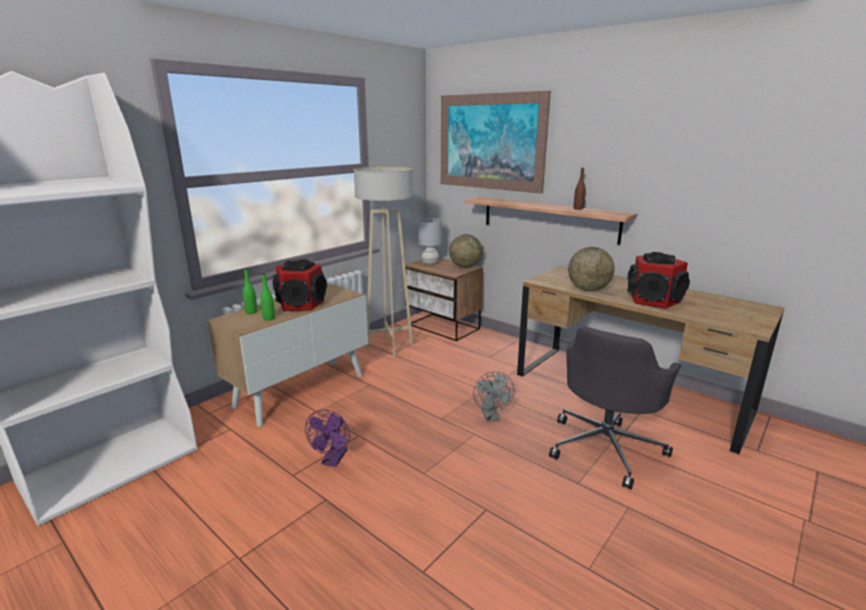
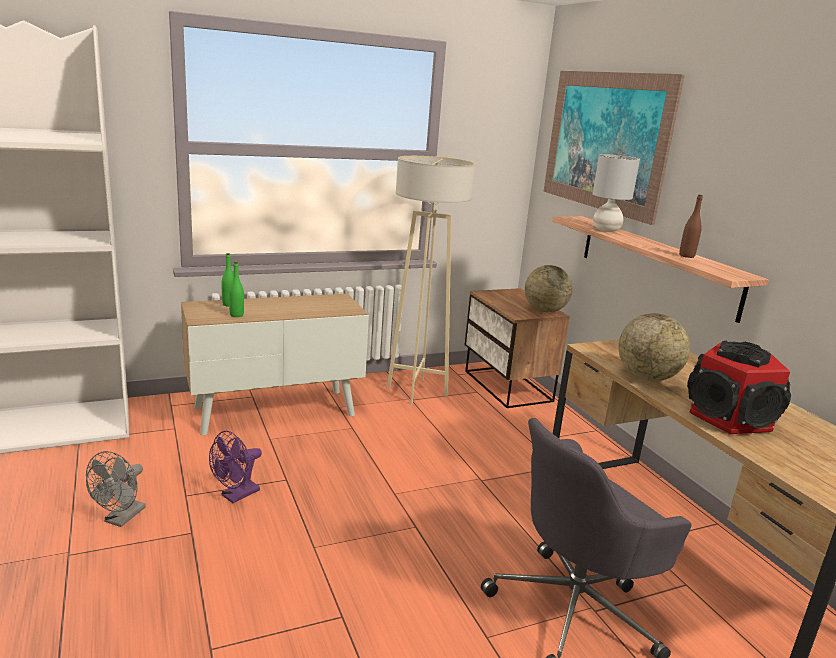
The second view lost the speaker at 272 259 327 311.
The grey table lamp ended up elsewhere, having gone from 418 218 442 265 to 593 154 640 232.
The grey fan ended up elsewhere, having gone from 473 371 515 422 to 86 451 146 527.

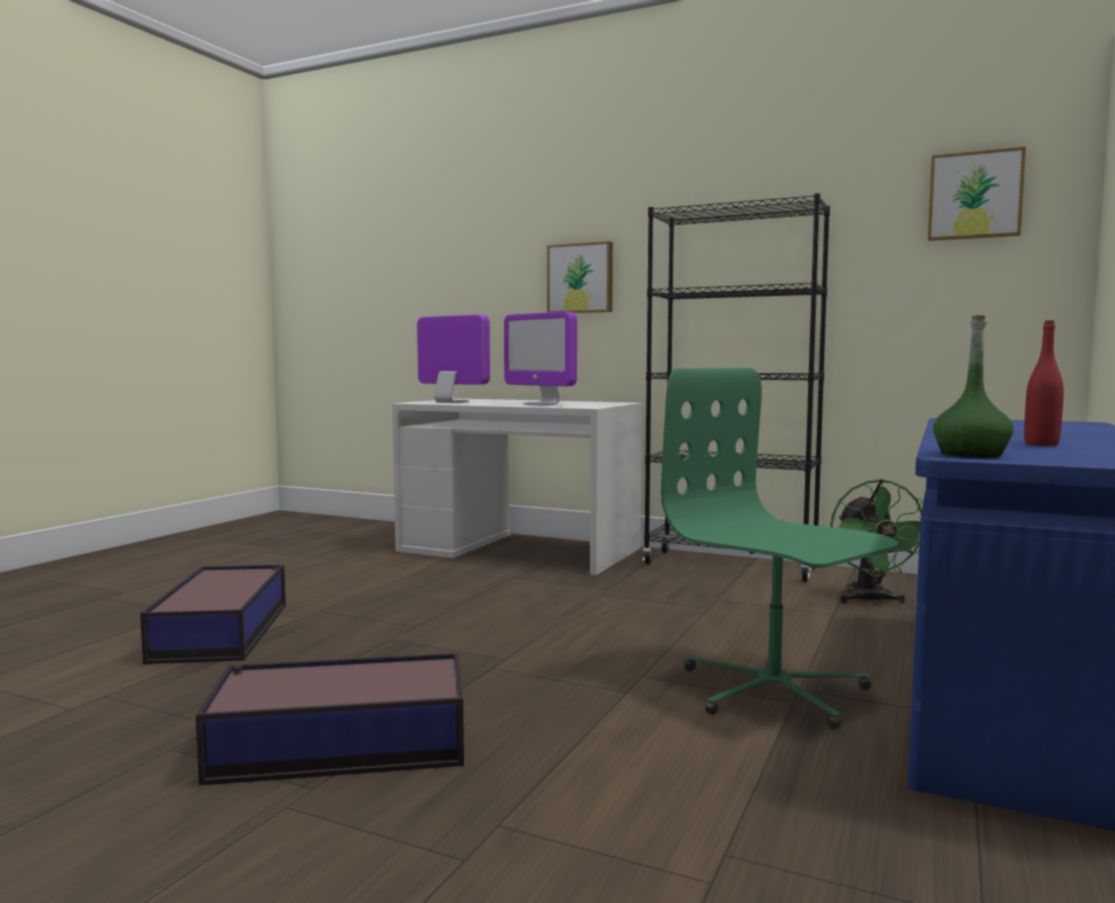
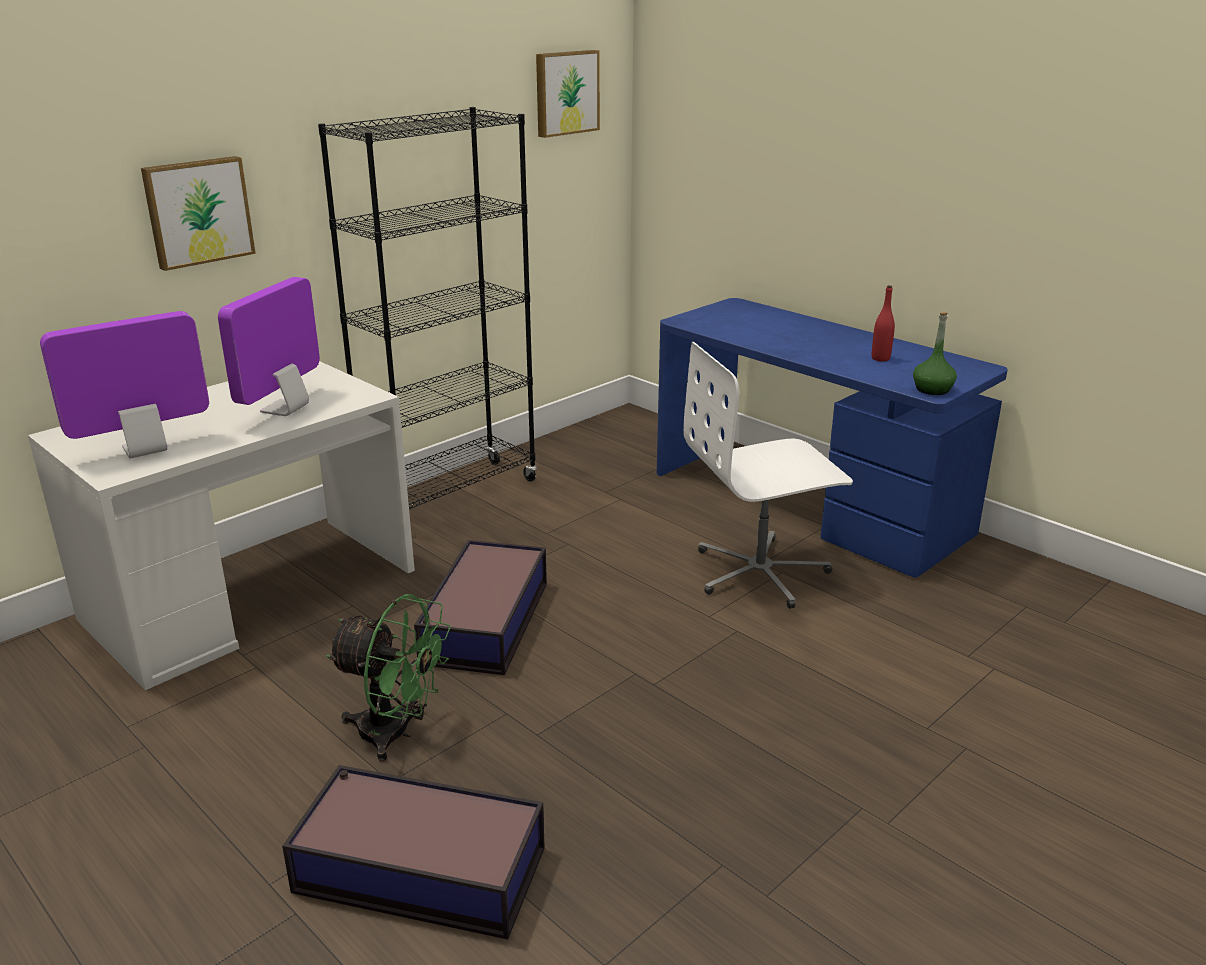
The storage box ended up elsewhere, having gone from 196 653 464 786 to 414 540 547 675.
The monitor at 504 312 577 405 ended up facing another way, 135 degrees clockwise from before.
What was the green office chair at 661 368 898 729 turned into the white office chair at 683 342 853 609.
The green fan ended up elsewhere, having gone from 830 479 924 604 to 326 594 451 761.

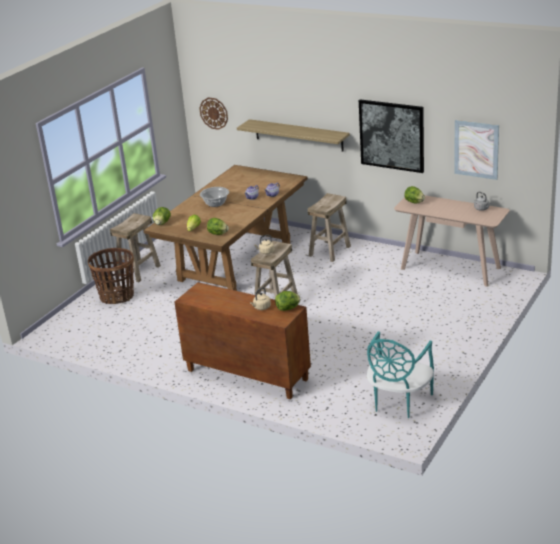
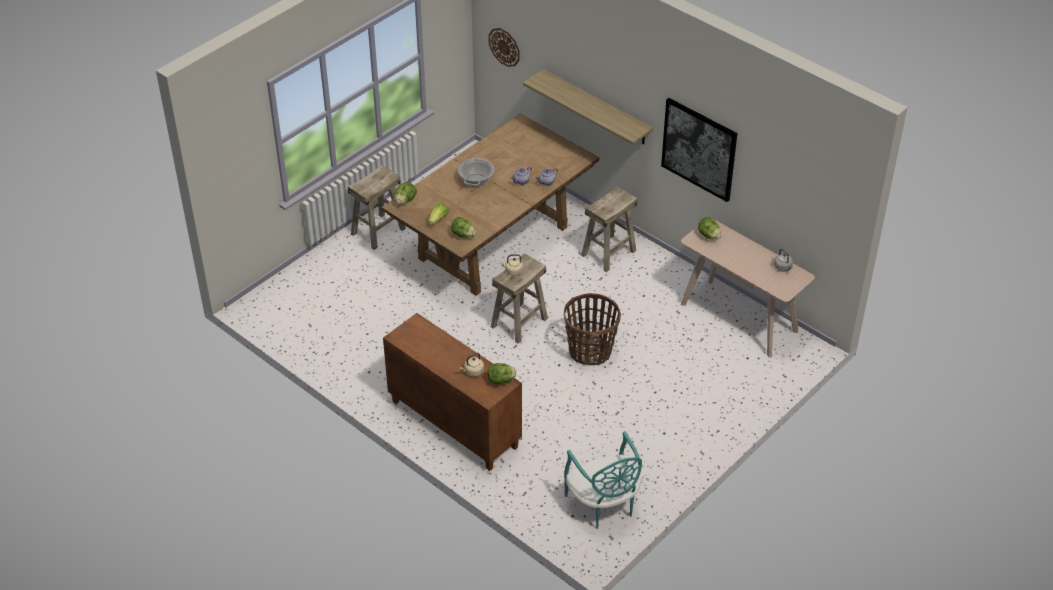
The basket ended up elsewhere, having gone from 88 248 134 304 to 564 293 621 365.
The turquoise chair at 367 332 434 418 ended up facing another way, 60 degrees counterclockwise from before.
The second view lost the picture at 454 120 499 180.

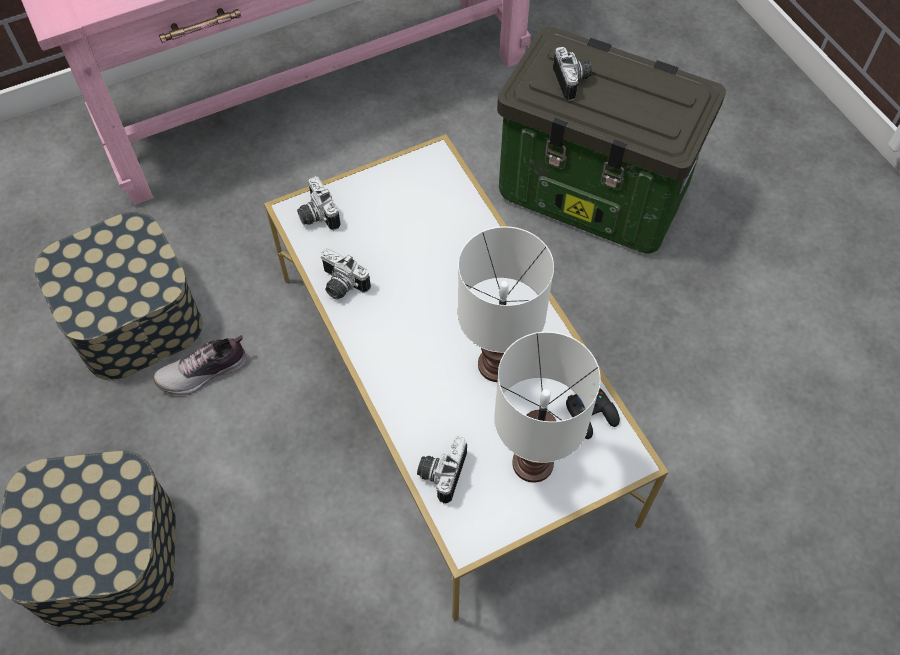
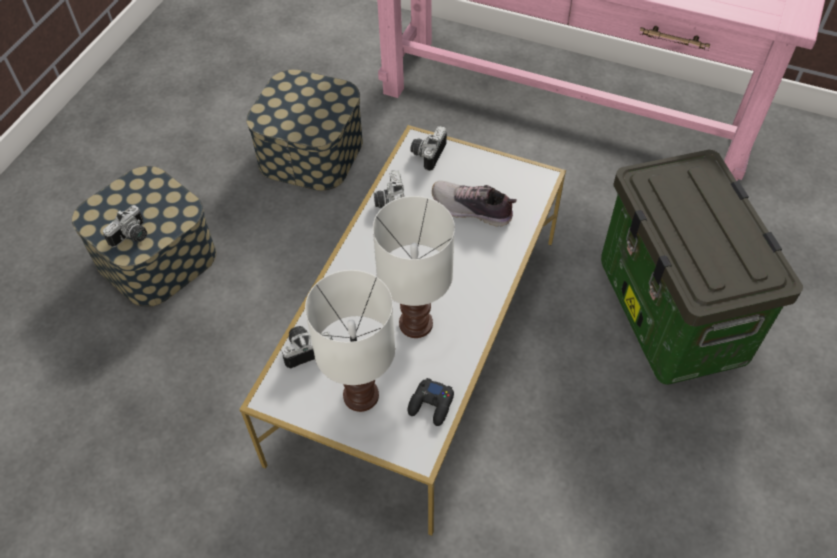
The shoe ended up elsewhere, having gone from 153 335 246 395 to 432 181 517 227.
The photo camera ended up elsewhere, having gone from 553 47 592 101 to 103 205 147 247.

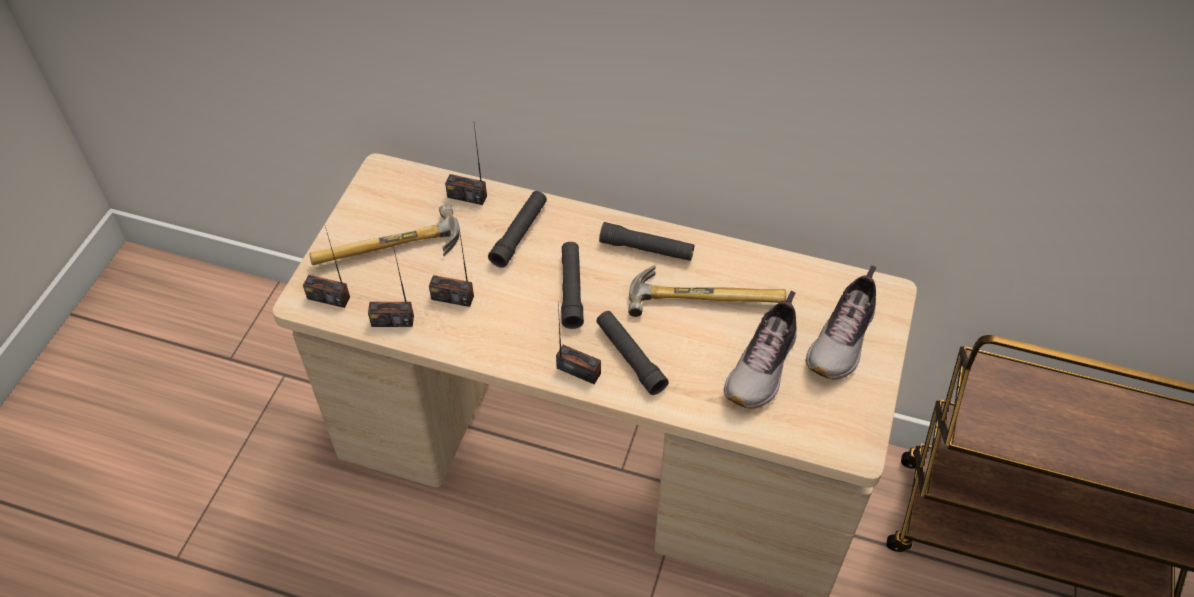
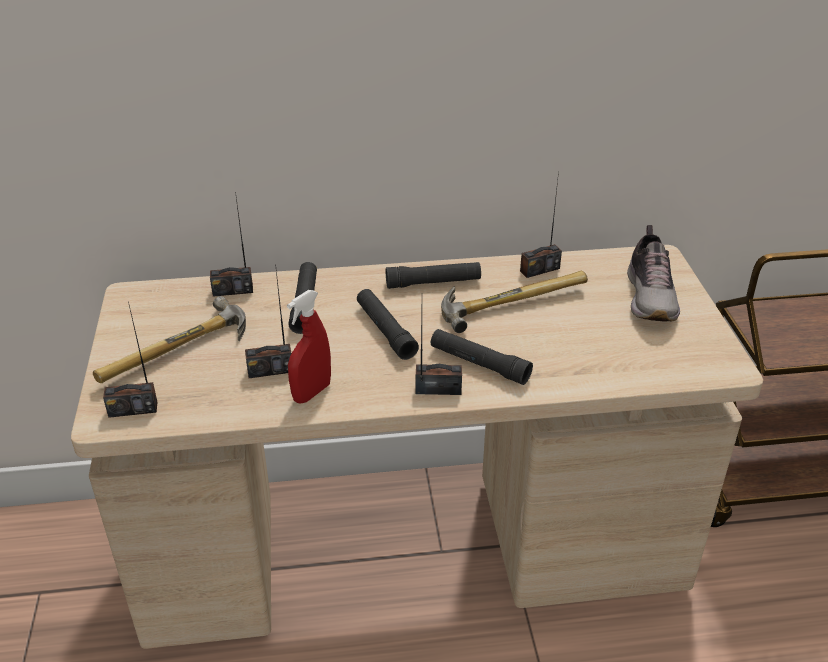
The radio ended up elsewhere, having gone from 368 246 414 327 to 520 172 562 278.
The second view lost the shoe at 724 291 797 409.
The second view gained the red spray bottle at 287 290 331 404.

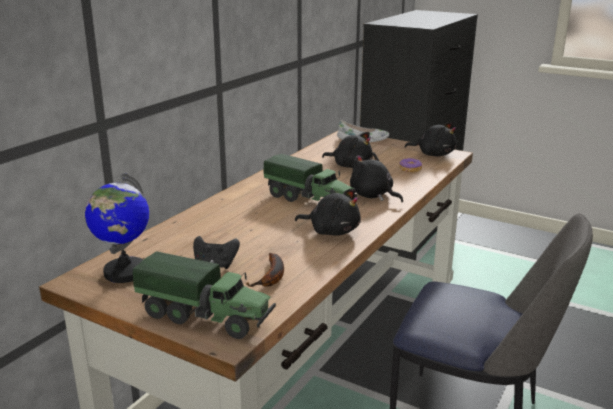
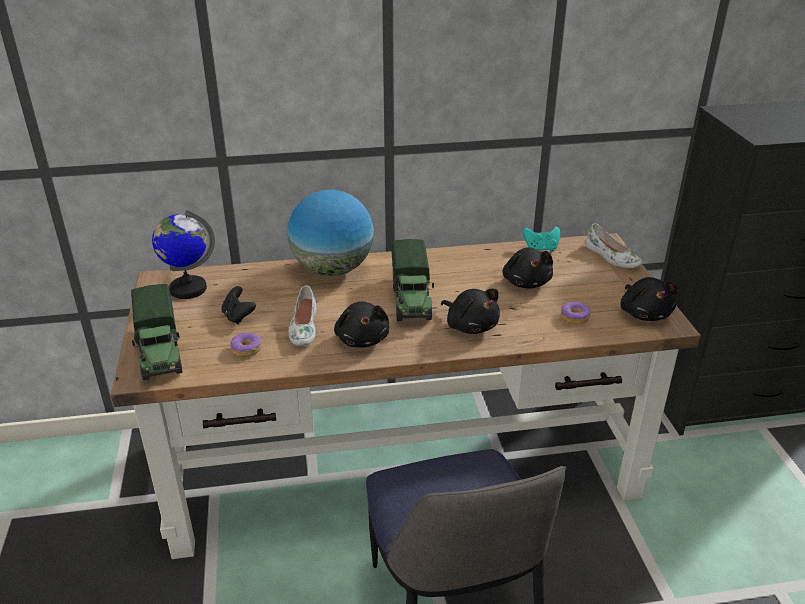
Where the banana stood at 247 253 284 287, the donut came to stand at 230 333 261 357.
The black plush toy at 350 152 403 202 ended up facing another way, 135 degrees clockwise from before.
The second view gained the globe at 287 190 374 276.
The second view gained the white shoe at 288 285 316 345.
The second view gained the turquoise game controller at 523 227 560 252.

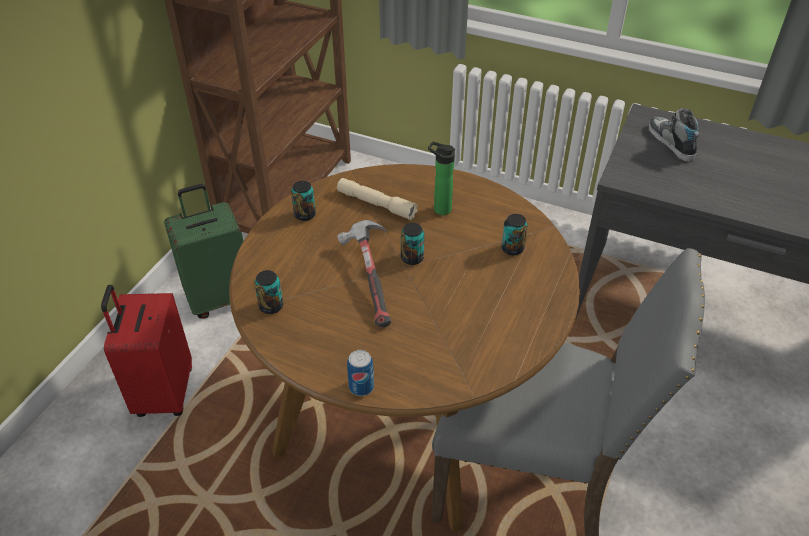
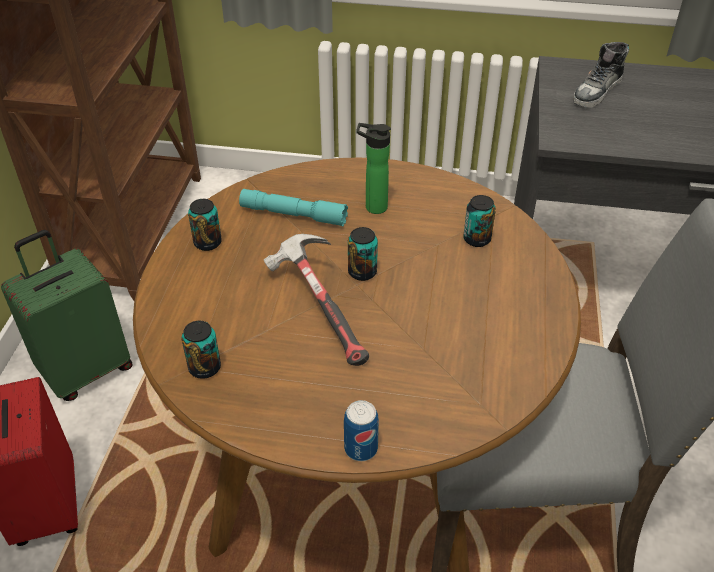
What was the beige flashlight at 337 178 418 220 turned into the turquoise flashlight at 239 189 348 226.
The shoe at 649 108 699 162 ended up facing another way, 105 degrees counterclockwise from before.

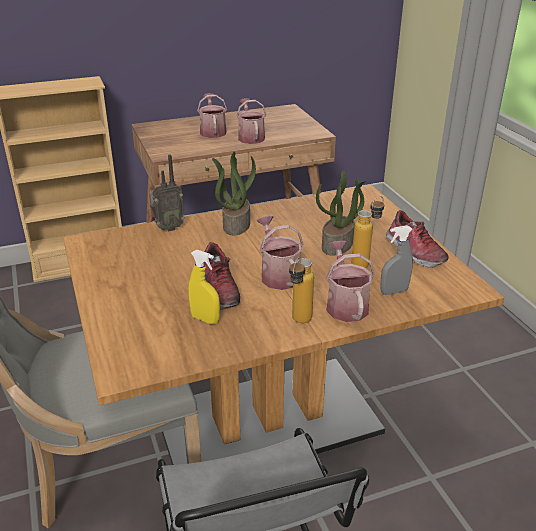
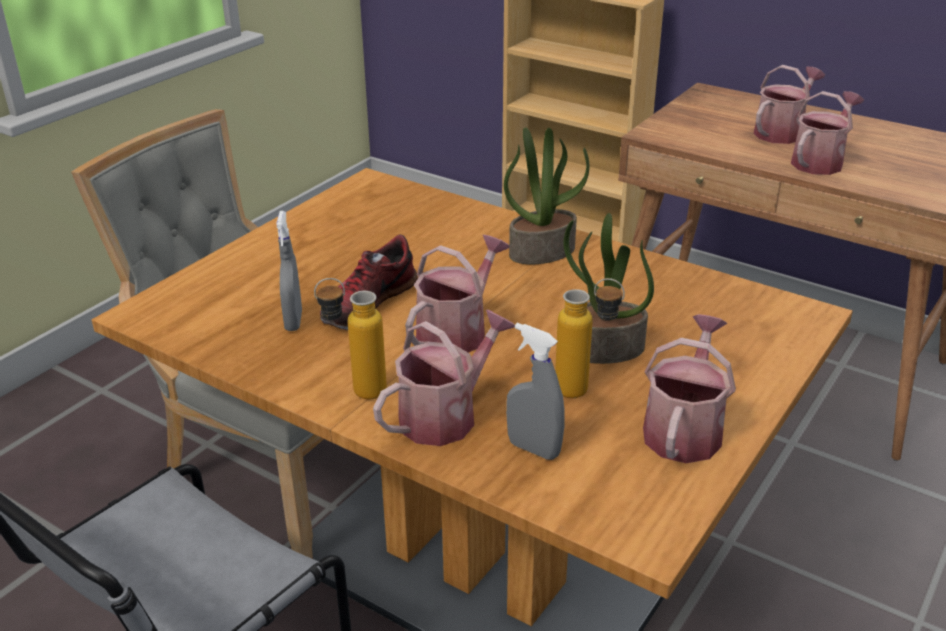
The second view lost the radio at 150 155 185 231.
What was the yellow spray bottle at 189 250 220 324 turned into the grey spray bottle at 276 211 302 331.
Where the shoe stood at 386 210 449 268, the watering can came to stand at 643 314 736 463.

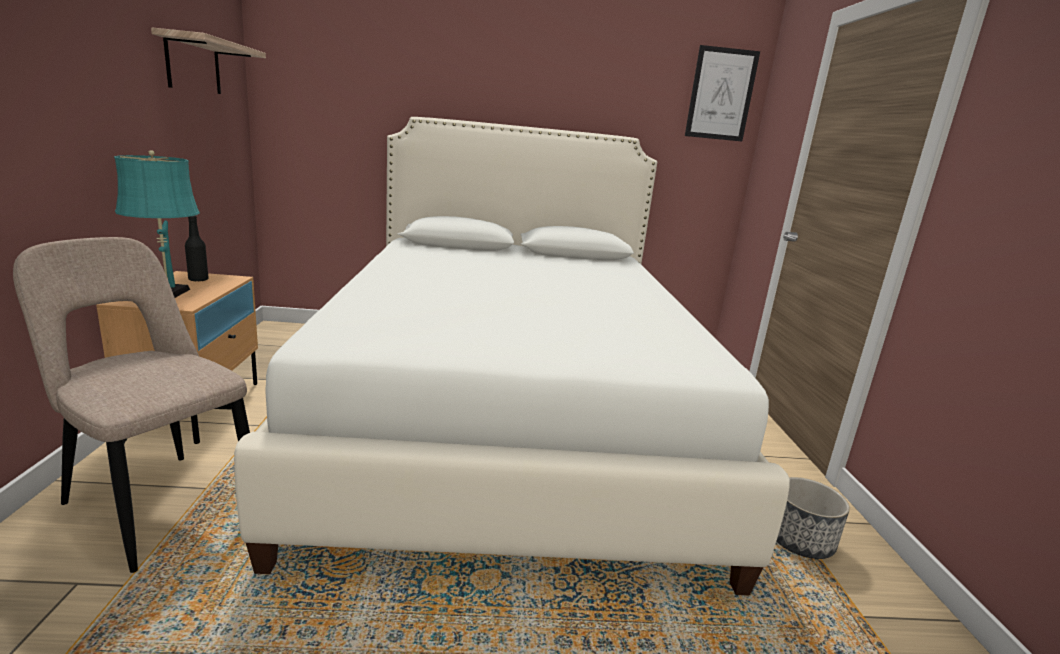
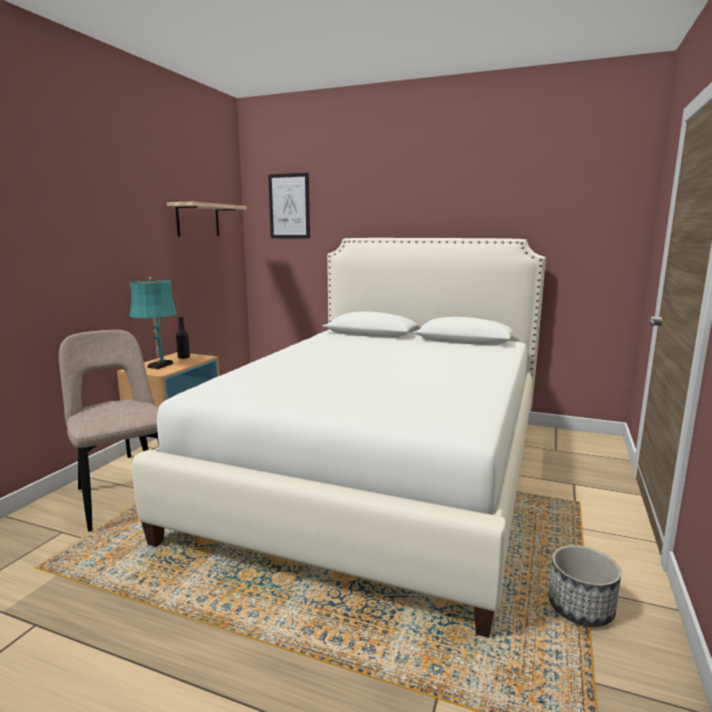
The picture ended up elsewhere, having gone from 685 45 760 141 to 268 173 310 238.

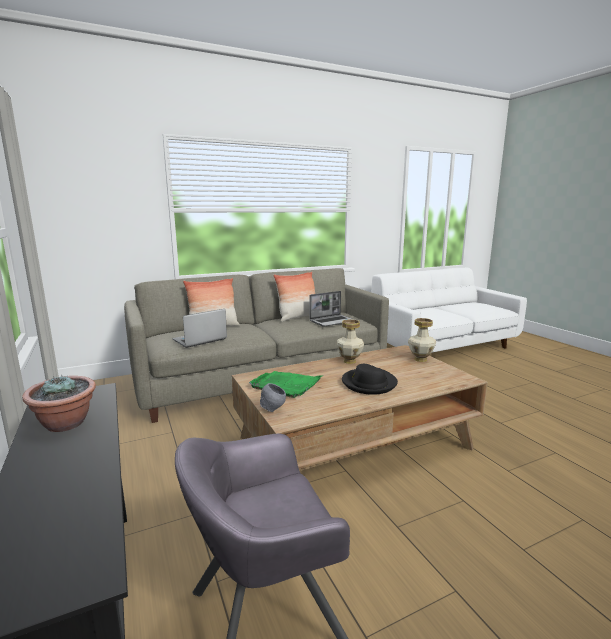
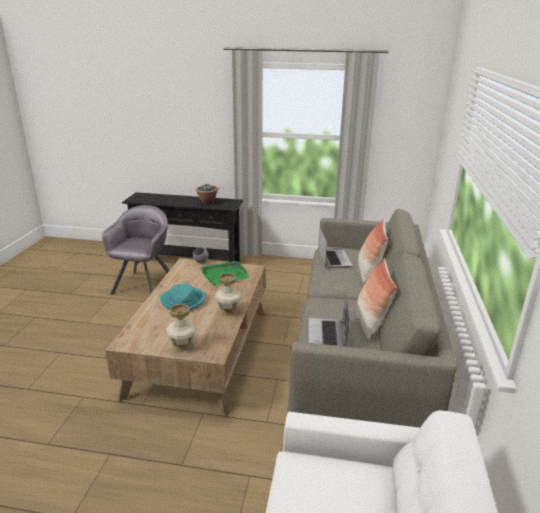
What was the black hat at 342 364 398 395 turned into the turquoise hat at 160 283 206 311.

